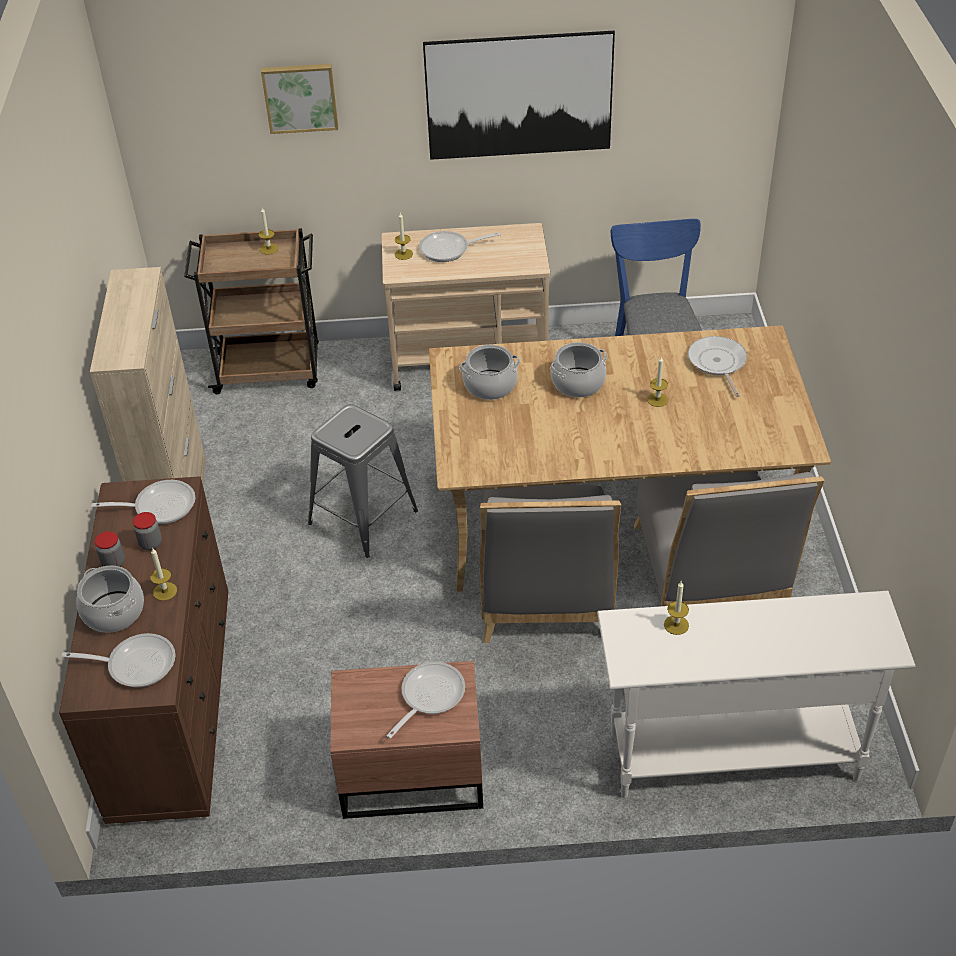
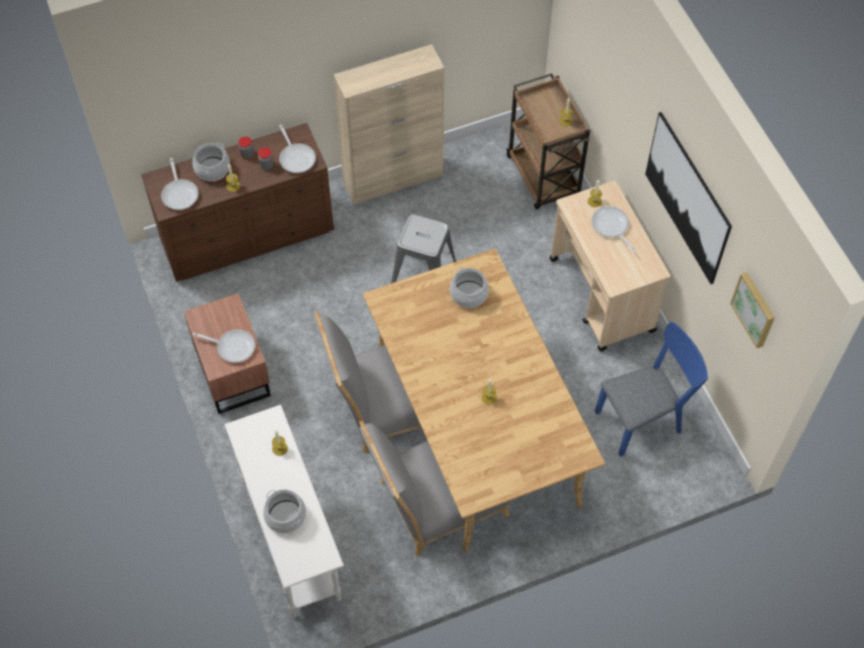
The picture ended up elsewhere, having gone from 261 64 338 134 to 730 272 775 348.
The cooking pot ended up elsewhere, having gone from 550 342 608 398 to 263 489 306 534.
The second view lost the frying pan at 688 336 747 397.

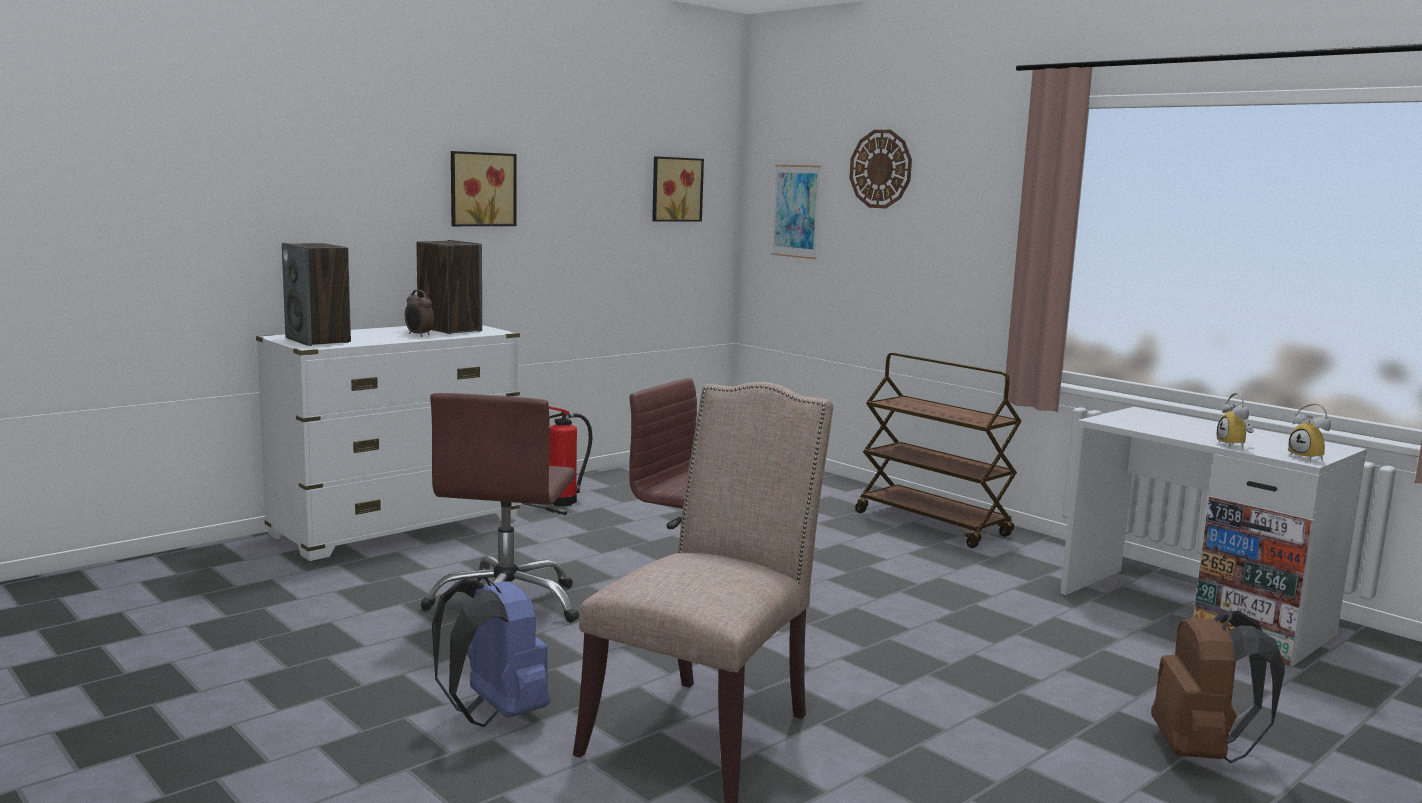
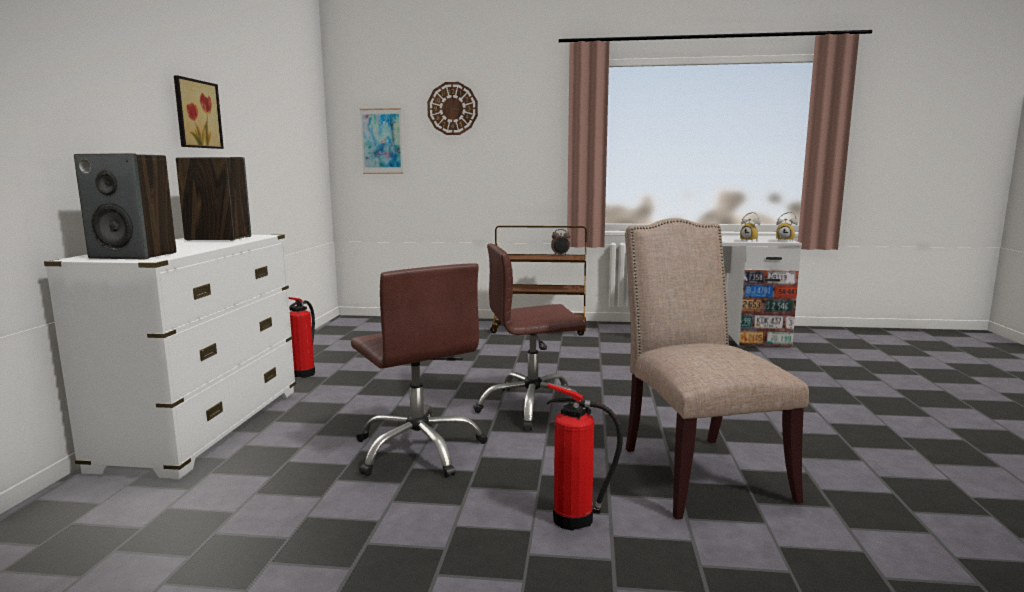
The alarm clock ended up elsewhere, having gone from 405 290 434 337 to 551 229 570 255.
Where the blue backpack stood at 432 576 550 727, the fire extinguisher came to stand at 547 384 623 530.
The second view lost the picture at 652 156 704 222.
The second view lost the brown backpack at 1151 610 1284 763.

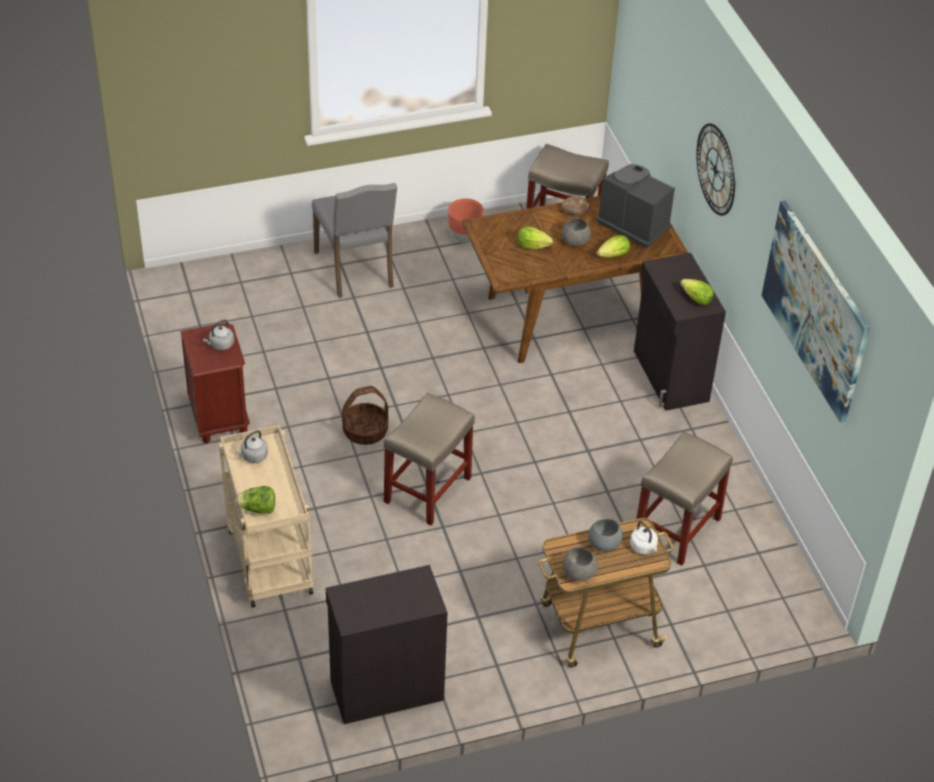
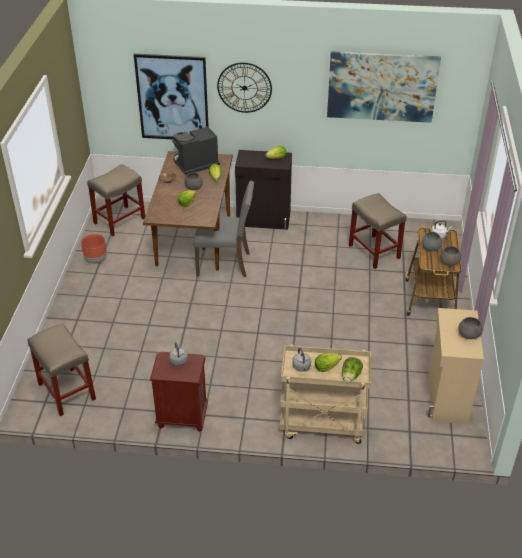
The grey chair ended up elsewhere, having gone from 312 183 397 298 to 193 181 254 277.
What was the black cabinet at 326 565 447 724 turned into the beige cabinet at 428 308 484 424.
The second view lost the basket at 342 386 388 445.
The beige stool ended up elsewhere, having gone from 383 393 475 525 to 27 323 96 416.
The second view gained the picture at 134 54 209 139.
The second view gained the lettuce at 315 353 342 372.
The second view gained the grey bowl at 458 317 483 339.

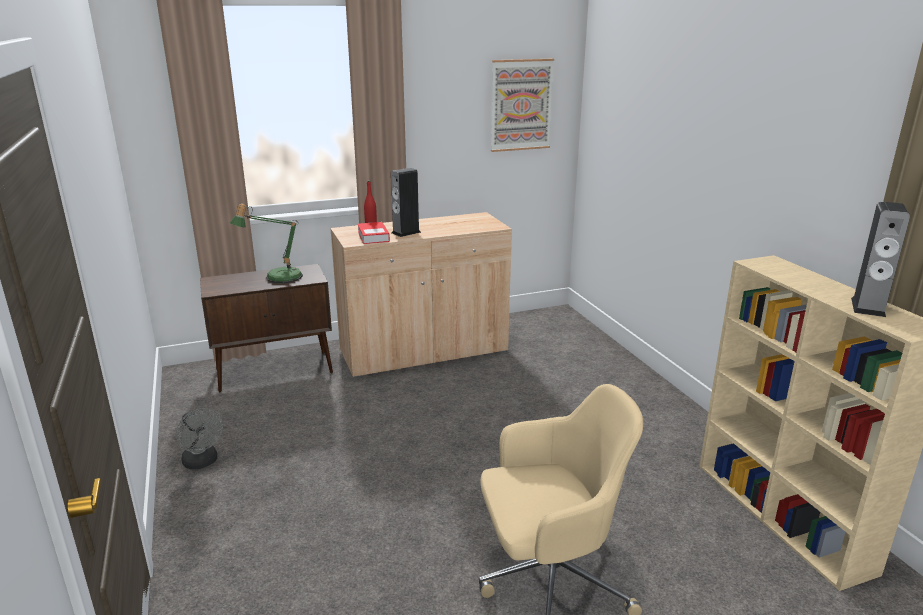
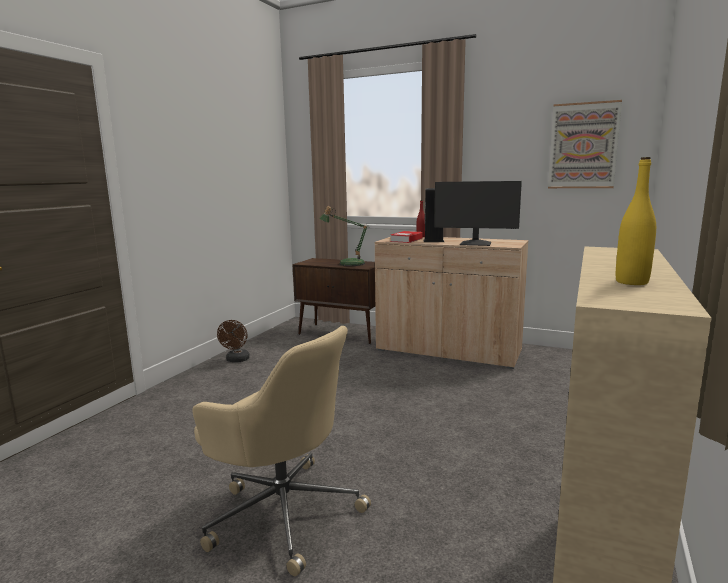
What was the grey fan at 176 408 223 469 turned into the brown fan at 217 320 250 362.
Where the speaker stood at 851 202 910 317, the yellow bottle came to stand at 616 157 656 285.
The second view gained the monitor at 434 181 522 246.

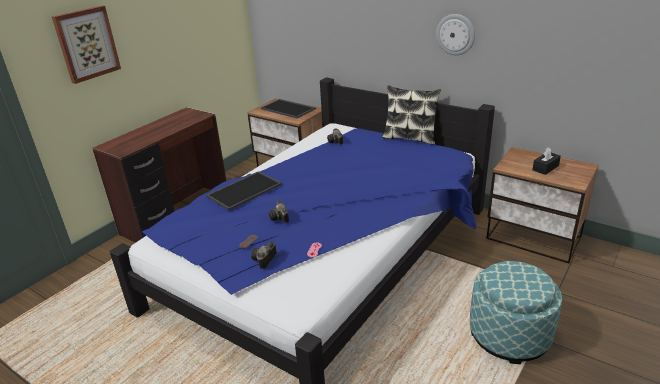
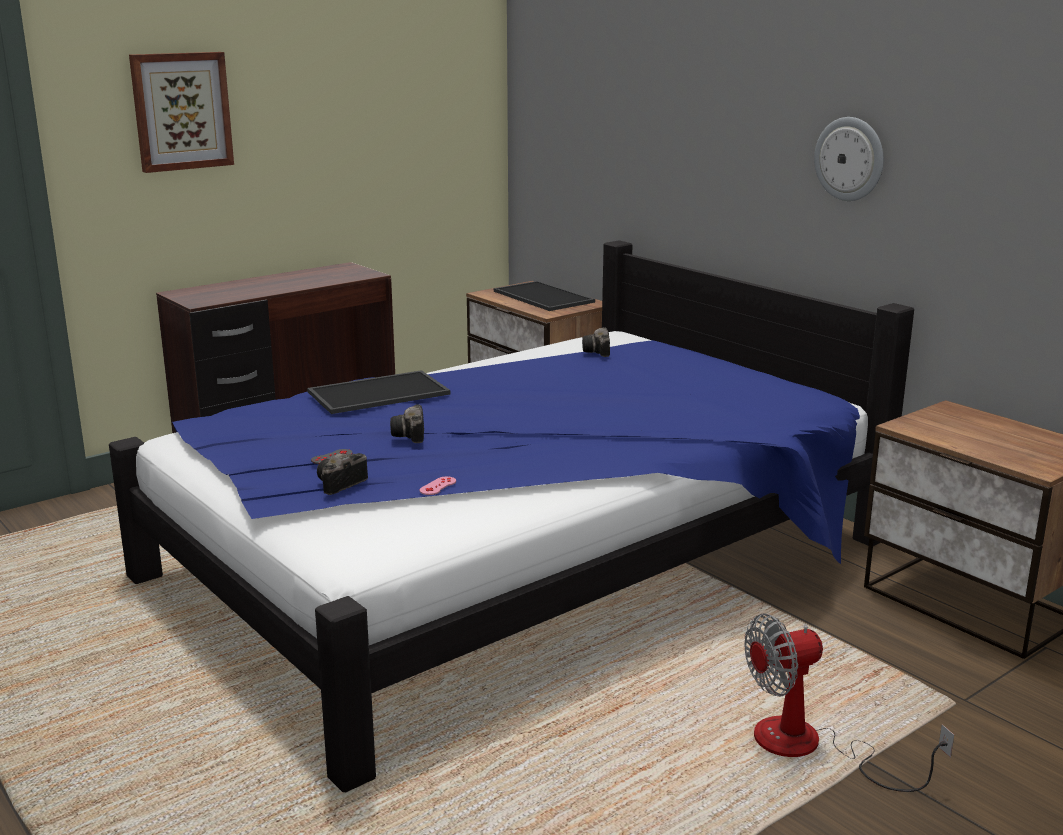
The second view lost the pillow at 382 85 441 145.
Where the ottoman stood at 470 261 562 364, the fan came to stand at 744 613 954 792.
The second view lost the black tissue box at 532 147 561 175.

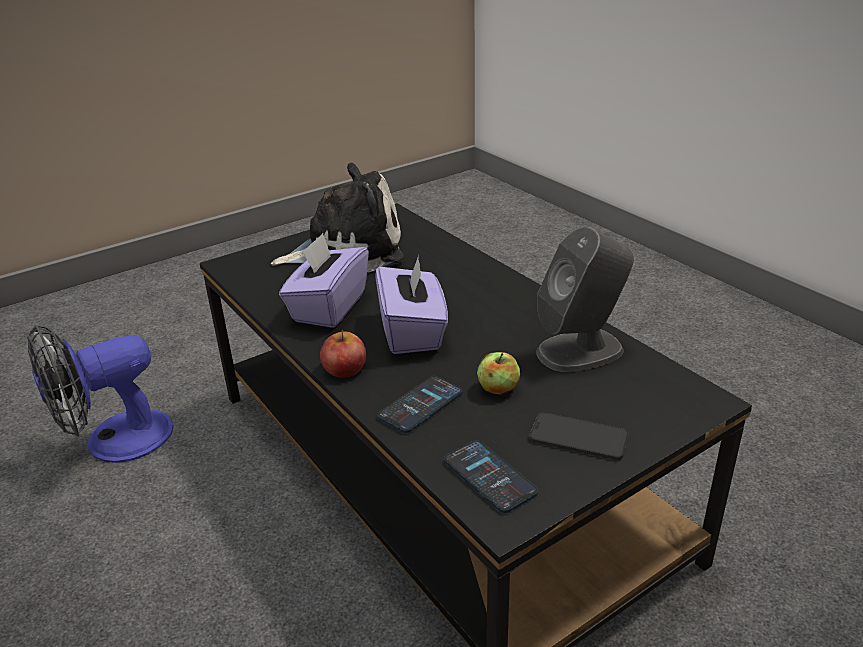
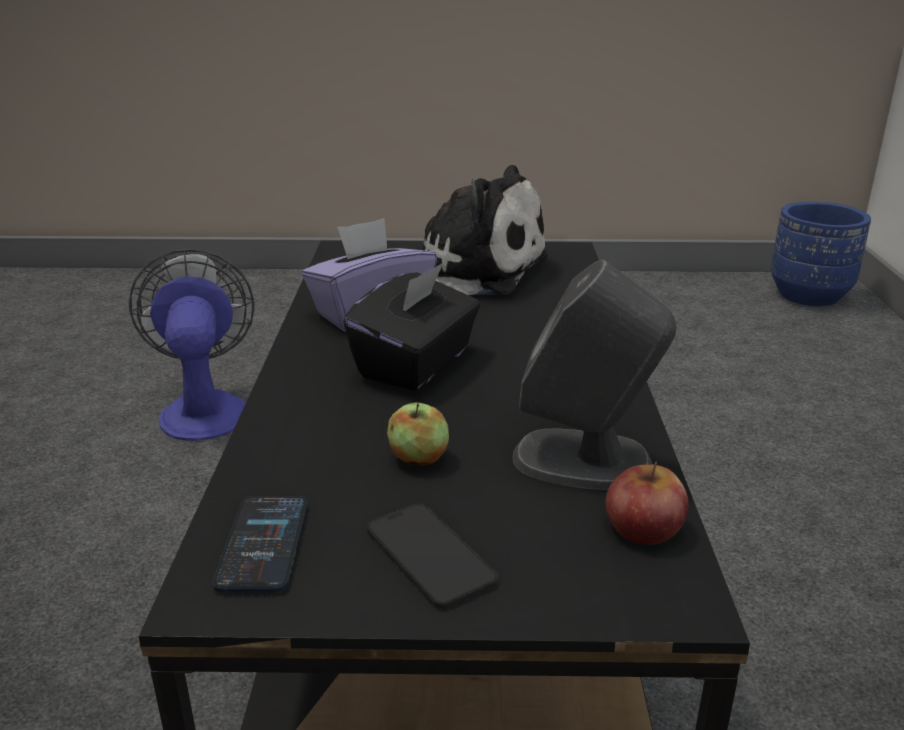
The fan at 27 325 173 463 ended up facing another way, 75 degrees clockwise from before.
The apple ended up elsewhere, having gone from 320 330 366 377 to 606 462 688 544.
What was the purple tissue box at 375 255 448 354 turned into the black tissue box at 343 263 480 391.
The second view lost the phone at 378 376 462 433.
The second view gained the blue planter at 771 202 871 306.

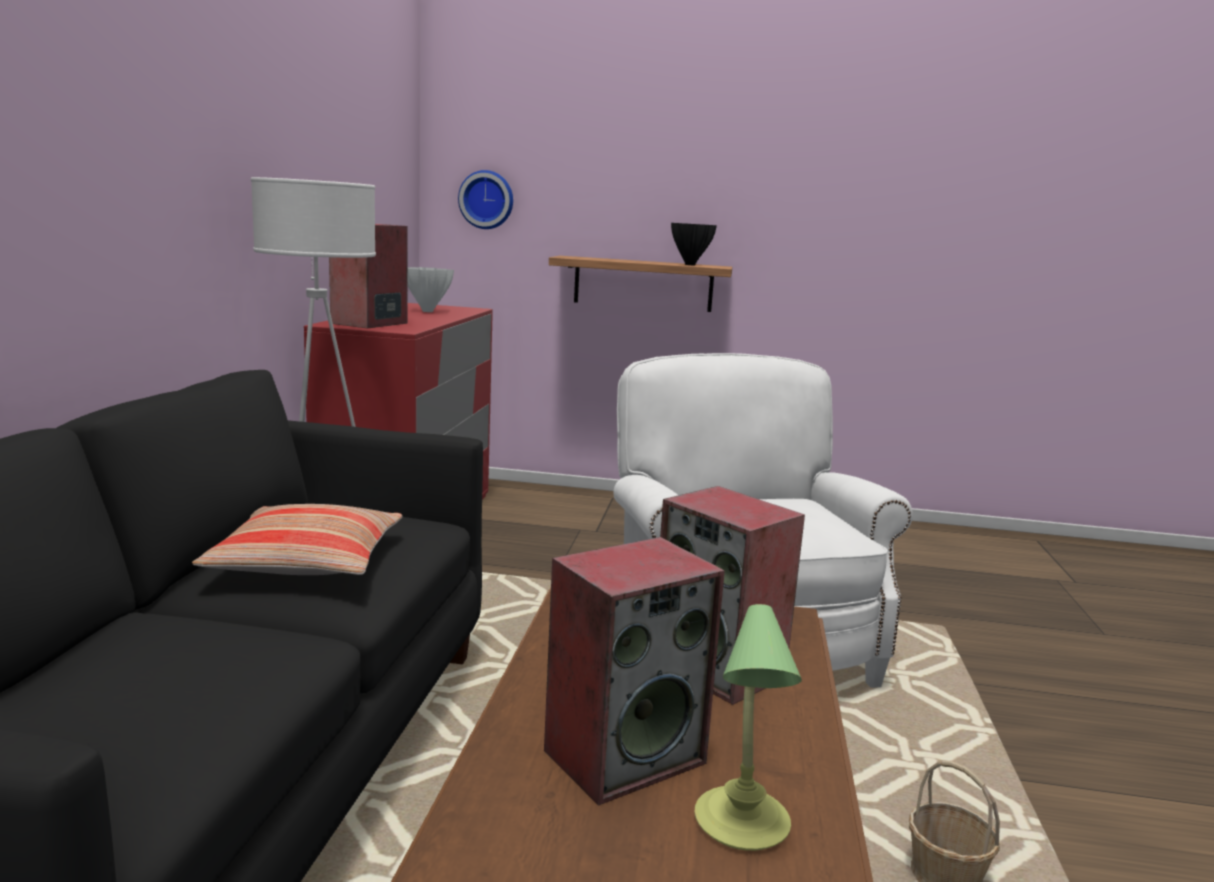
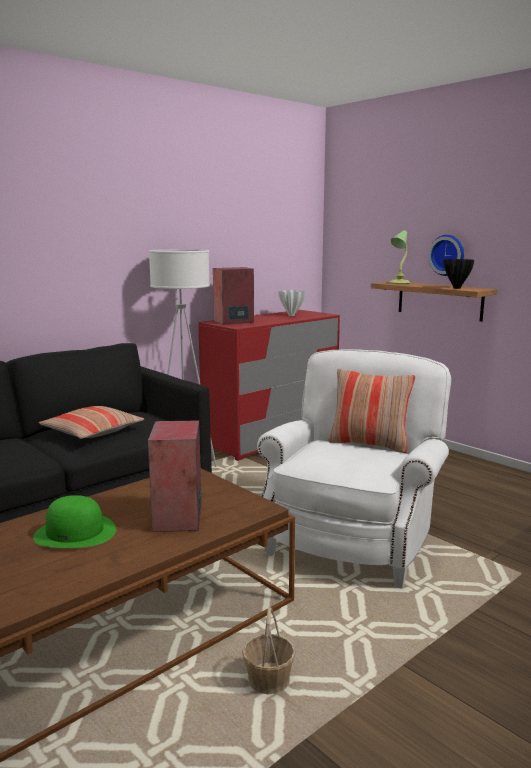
The wall clock ended up elsewhere, having gone from 458 170 513 229 to 428 235 464 276.
Where the speaker stood at 544 537 725 806, the green hat came to stand at 33 495 116 548.
The table lamp ended up elsewhere, having gone from 694 604 802 851 to 389 230 411 284.
The second view gained the pillow at 328 369 415 453.

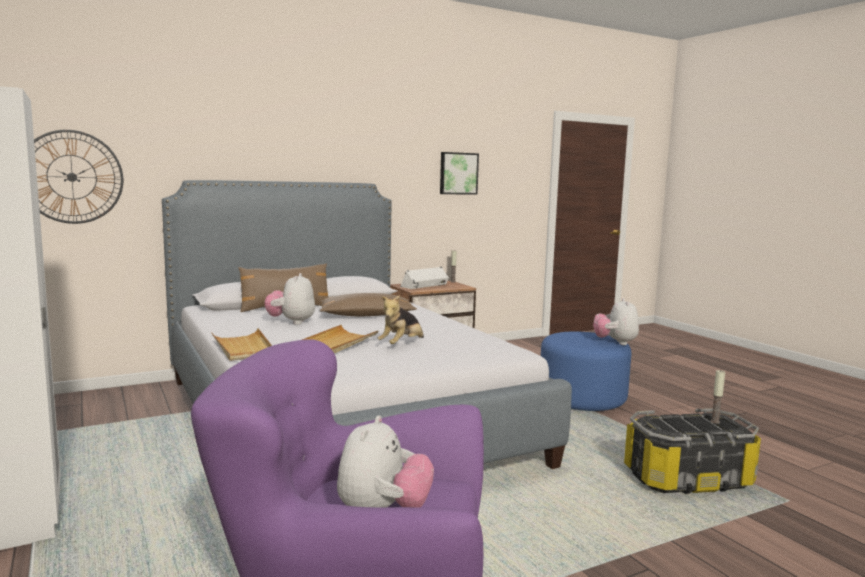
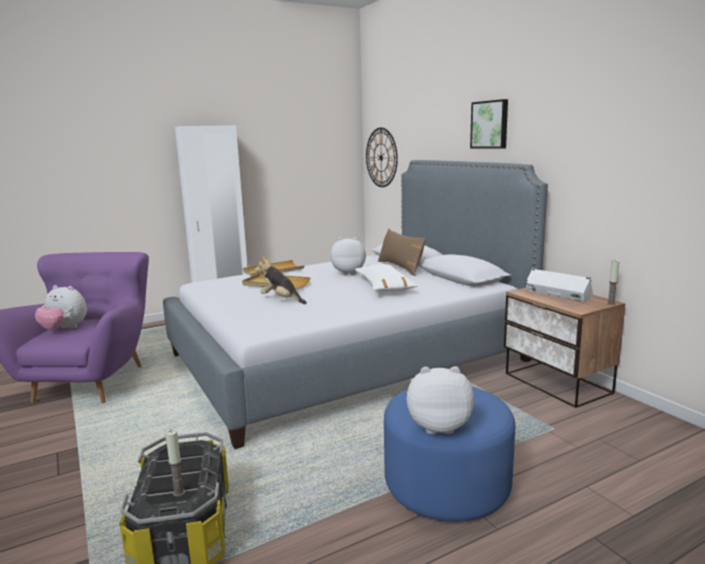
What was the brown pillow at 320 293 417 316 turned into the white pillow at 355 264 418 292.
The picture ended up elsewhere, having gone from 440 152 479 195 to 470 99 508 149.

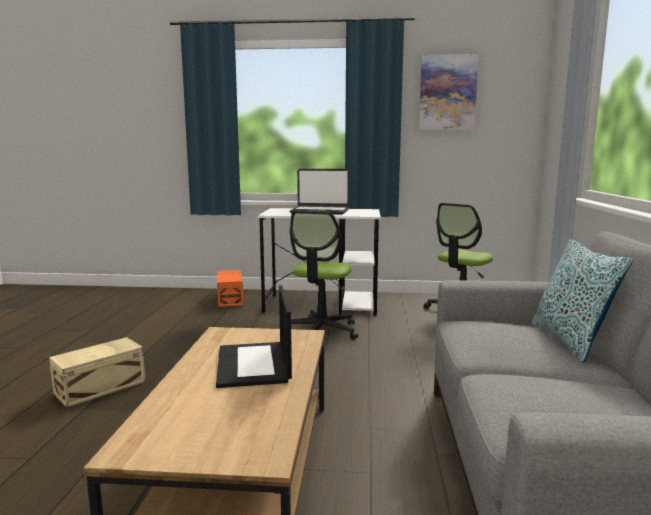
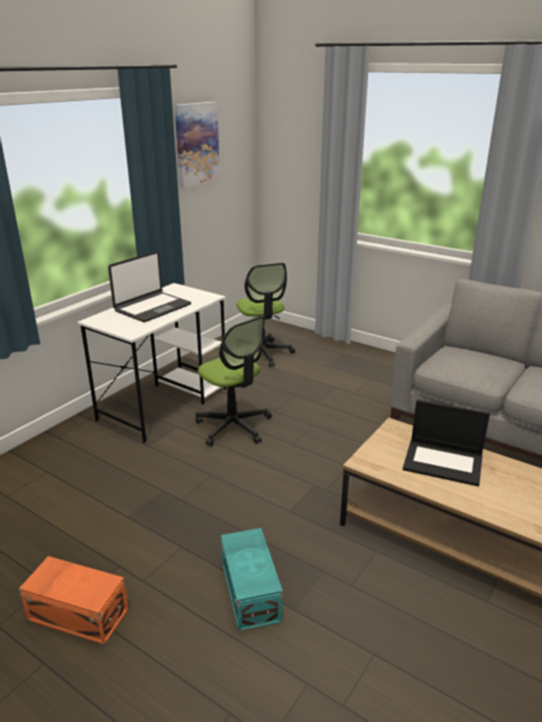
What was the beige storage box at 49 337 146 408 turned into the turquoise storage box at 221 528 283 632.
The orange storage box ended up elsewhere, having gone from 217 270 244 307 to 19 556 129 645.
The second view lost the pillow at 532 239 633 362.

